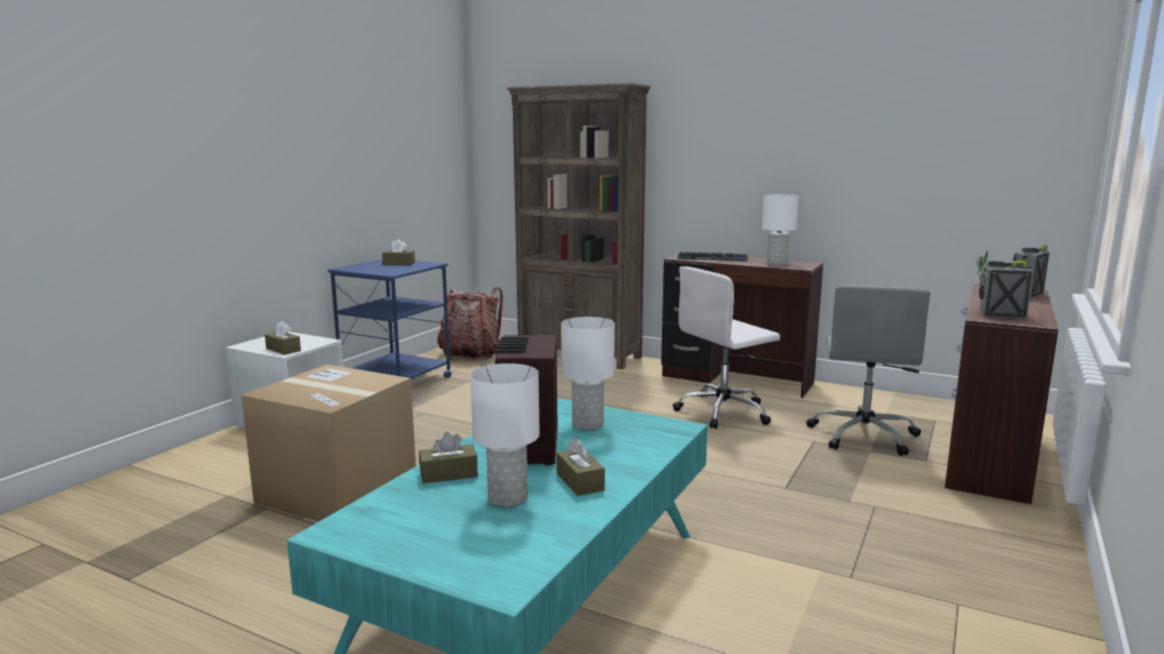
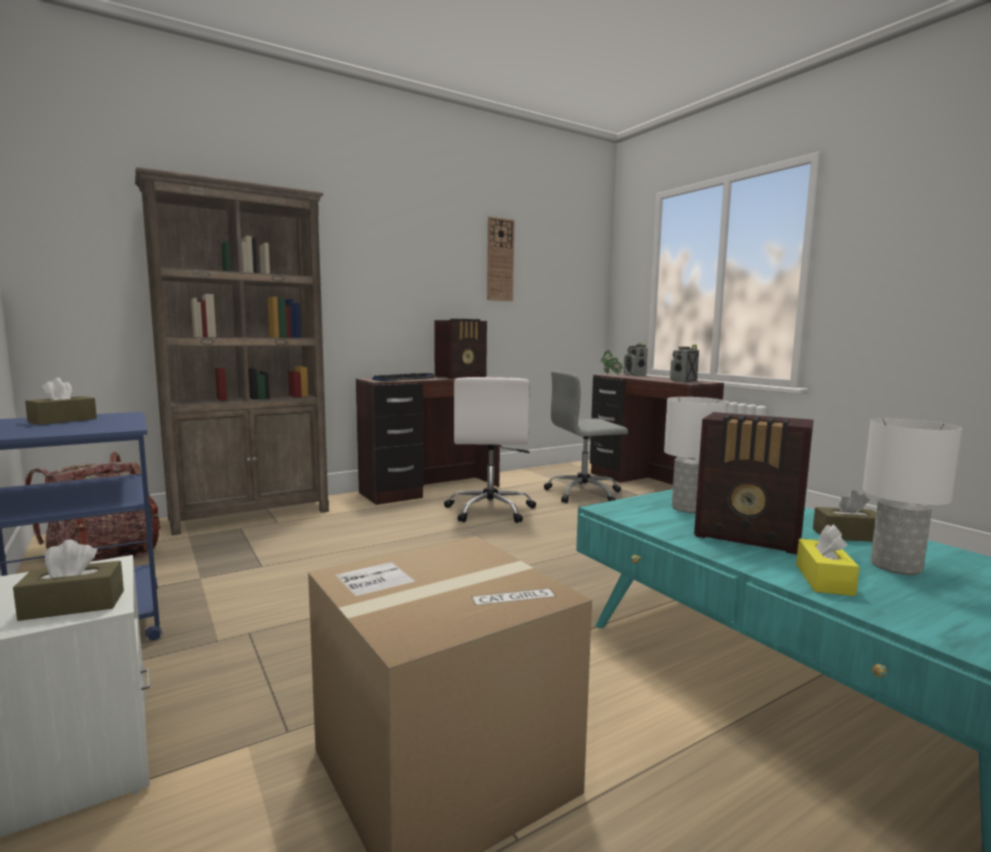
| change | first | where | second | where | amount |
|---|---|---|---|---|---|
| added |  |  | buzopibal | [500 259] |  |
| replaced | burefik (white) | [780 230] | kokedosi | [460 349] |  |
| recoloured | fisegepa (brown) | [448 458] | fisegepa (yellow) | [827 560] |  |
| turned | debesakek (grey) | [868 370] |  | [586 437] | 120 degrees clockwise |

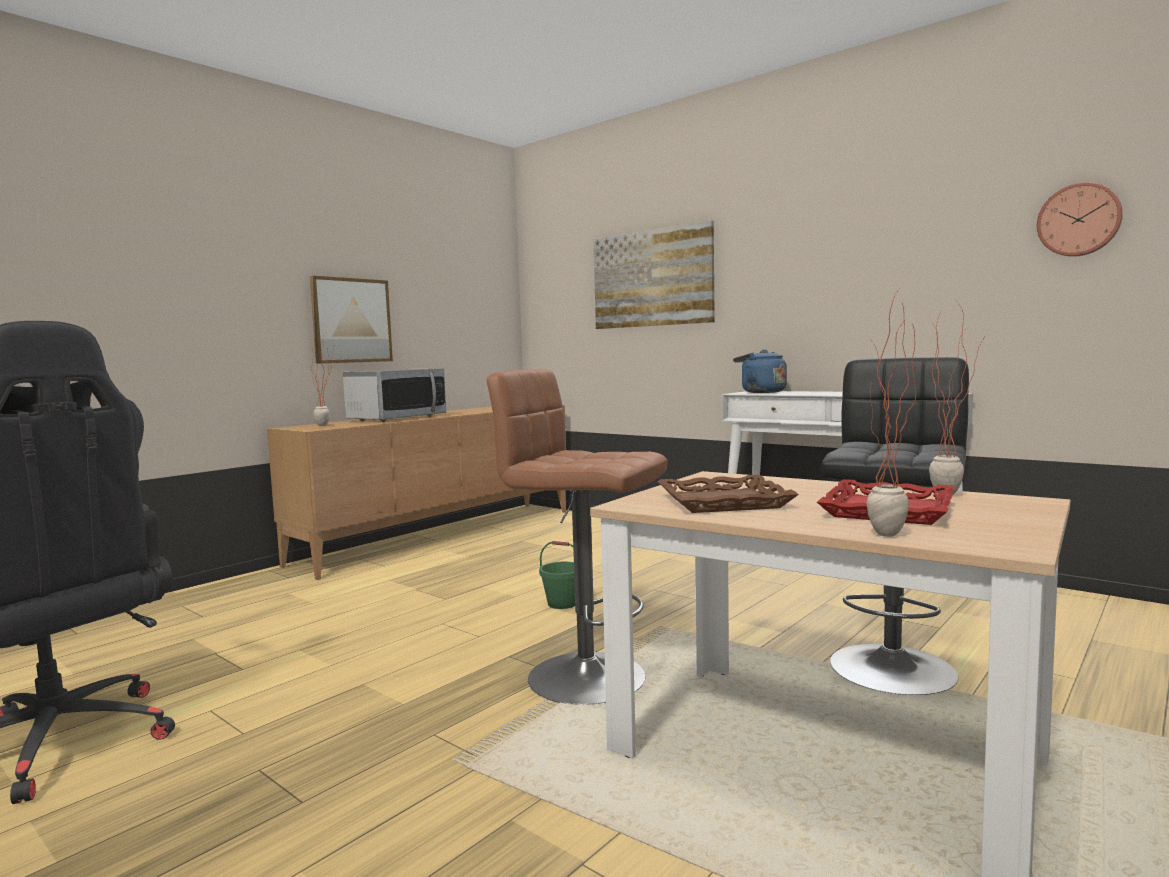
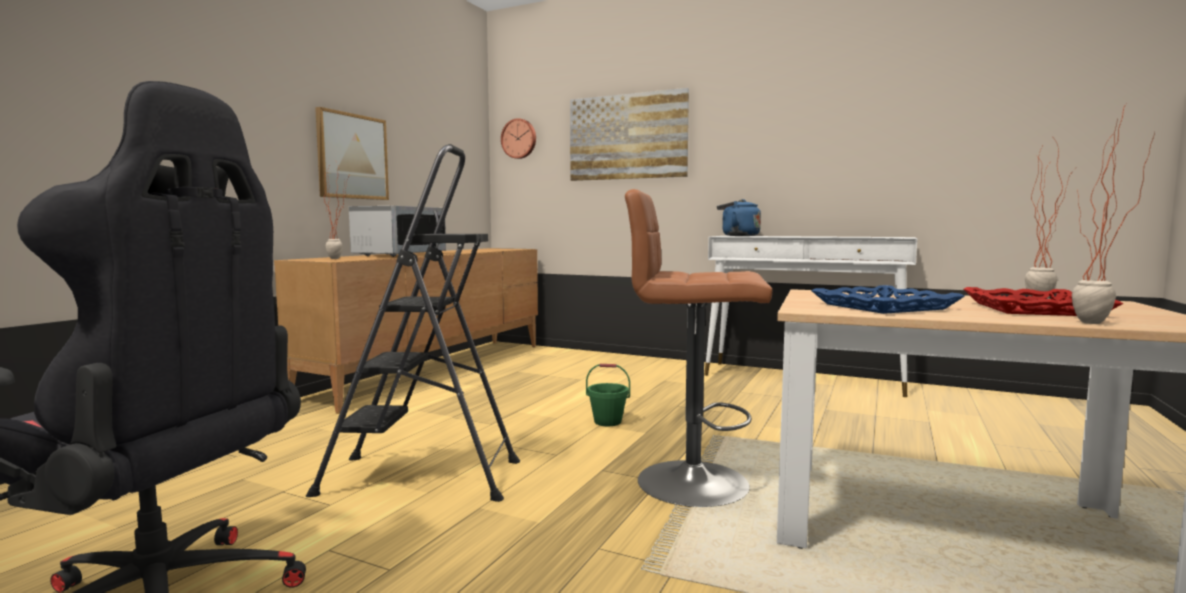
| change | first | where | second | where | amount |
|---|---|---|---|---|---|
| removed | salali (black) | [895 526] |  |  |  |
| added |  |  | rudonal | [413 323] |  |
| moved | buzopibal | [1080 219] |  | [518 138] |  |
| recoloured | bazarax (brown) | [728 494] | bazarax (blue) | [888 299] |  |

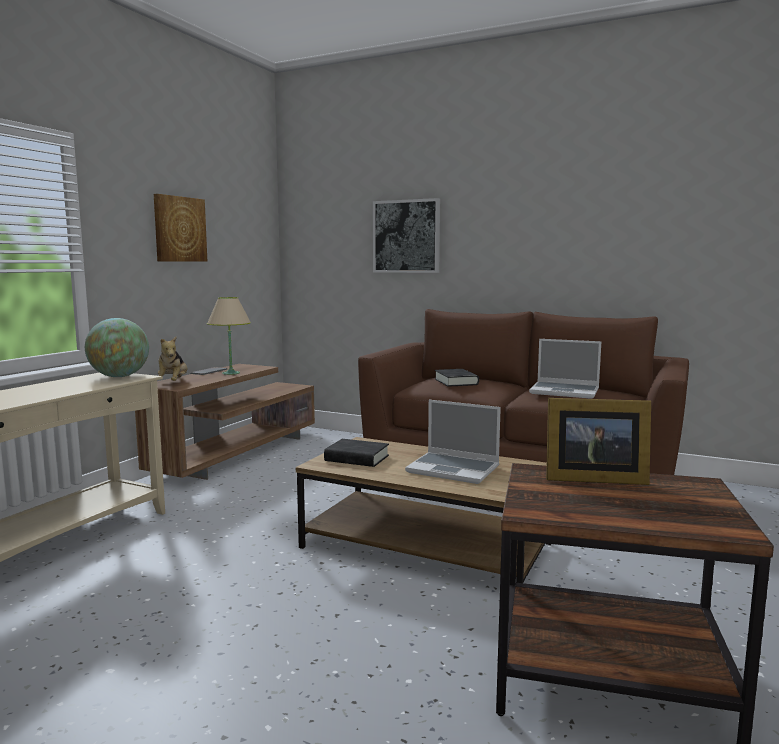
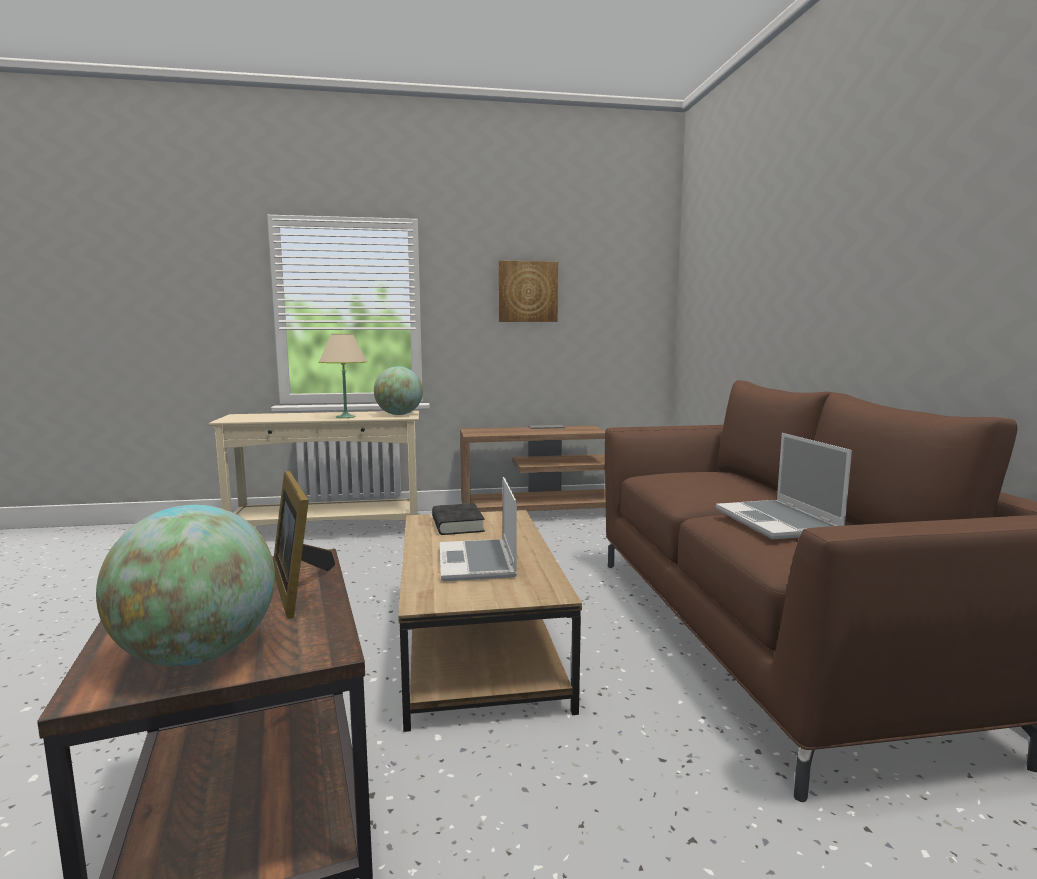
| change | first | where | second | where | amount |
|---|---|---|---|---|---|
| removed | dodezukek | [172 359] |  |  |  |
| removed | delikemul | [406 235] |  |  |  |
| removed | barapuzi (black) | [457 378] |  |  |  |
| added |  |  | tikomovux | [185 586] |  |
| moved | burefik (beige) | [229 336] |  | [343 376] |  |

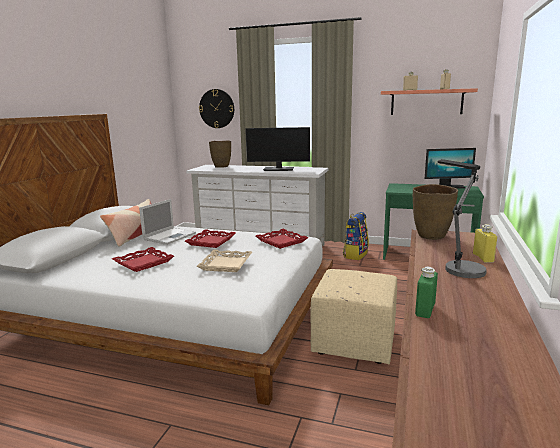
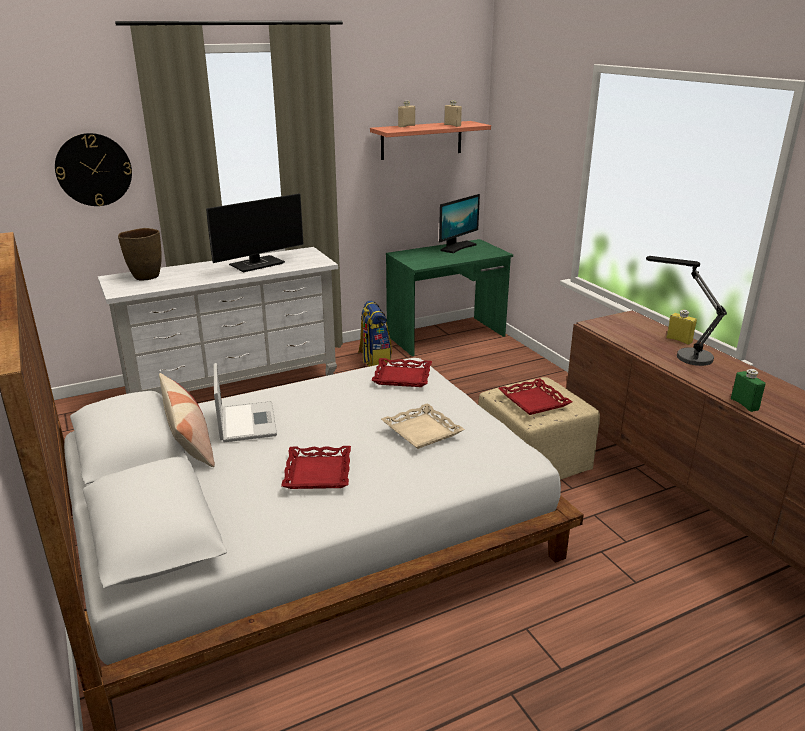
| change | first | where | second | where | amount |
|---|---|---|---|---|---|
| removed | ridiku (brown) | [435 212] |  |  |  |
| moved | bazarax (red) | [210 238] |  | [535 396] |  |

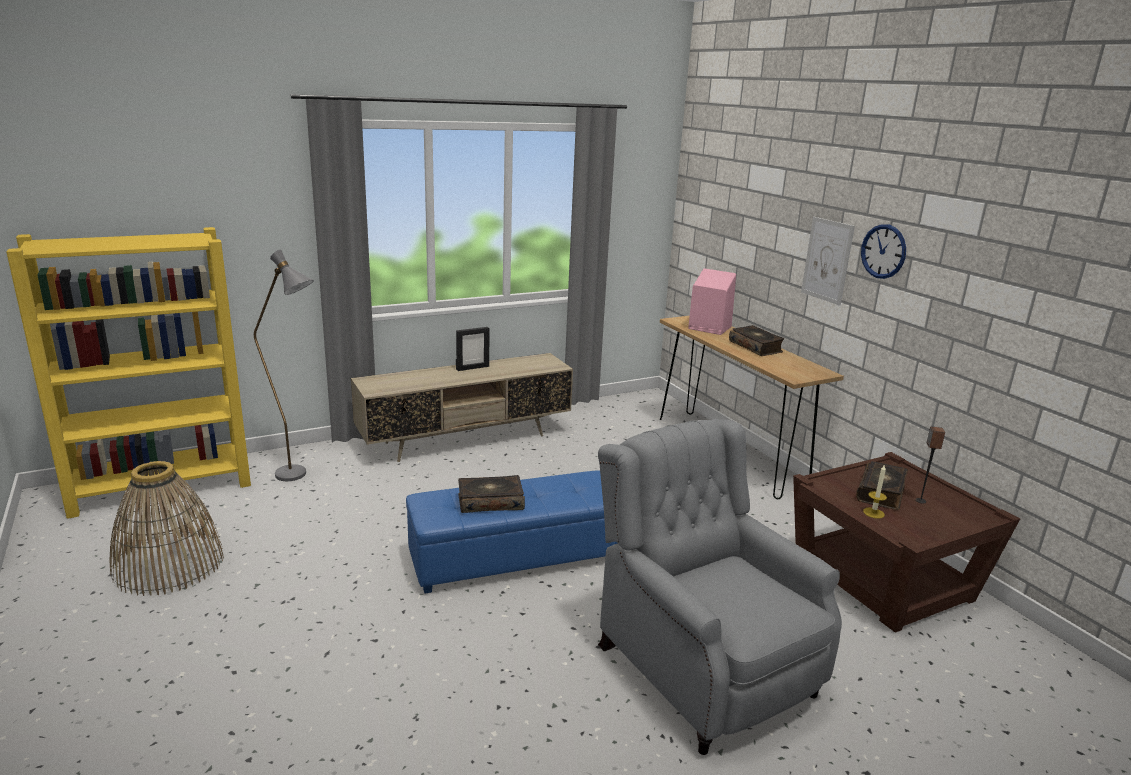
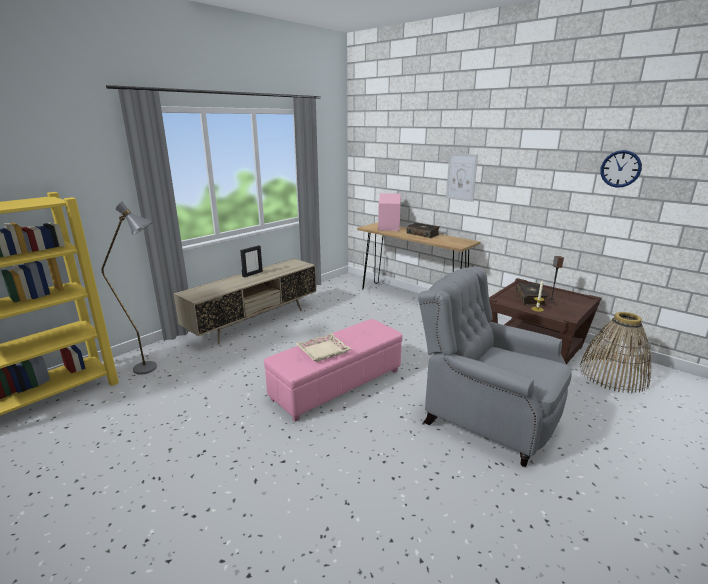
| change | first | where | second | where | amount |
|---|---|---|---|---|---|
| moved | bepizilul | [166 528] |  | [615 352] |  |
| moved | buzopibal | [883 251] |  | [621 169] |  |
| replaced | barapuzi | [491 494] | bazarax (beige) | [323 347] |  |
| recoloured | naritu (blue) | [511 531] | naritu (pink) | [333 370] |  |

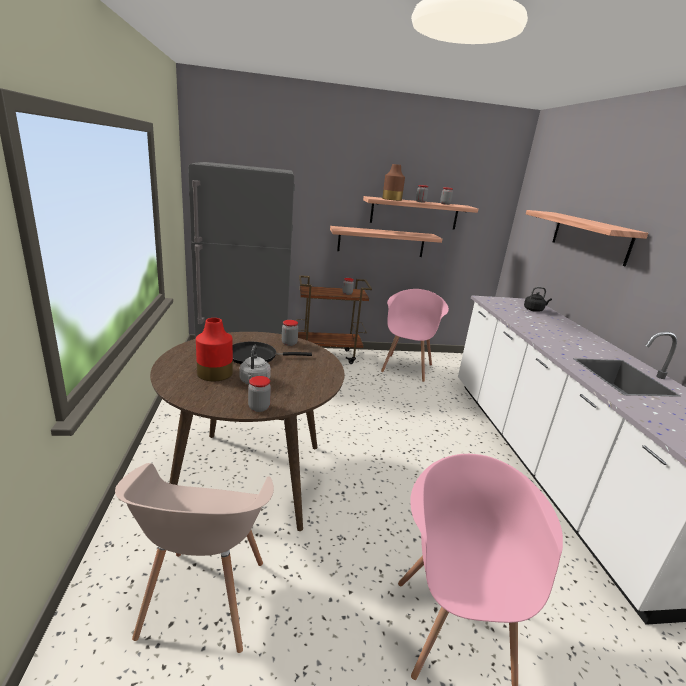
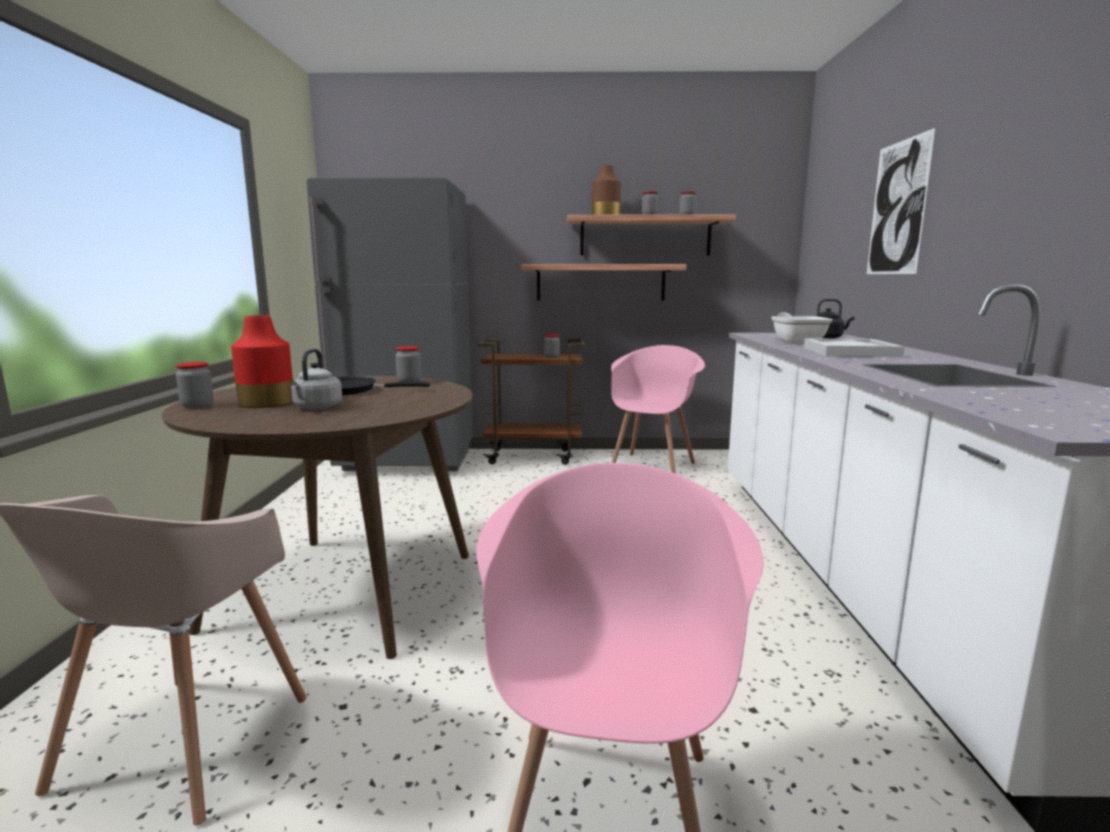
| change | first | where | second | where | amount |
|---|---|---|---|---|---|
| added |  |  | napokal | [802 328] |  |
| added |  |  | bazarax (white) | [854 347] |  |
| moved | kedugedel | [259 394] |  | [195 385] |  |
| replaced | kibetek | [587 238] | delikemul | [901 201] |  |

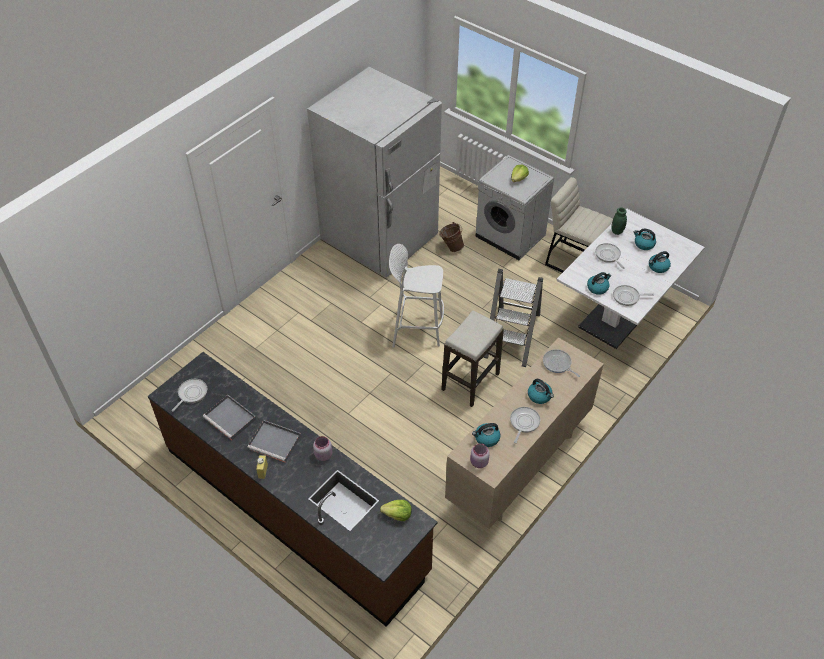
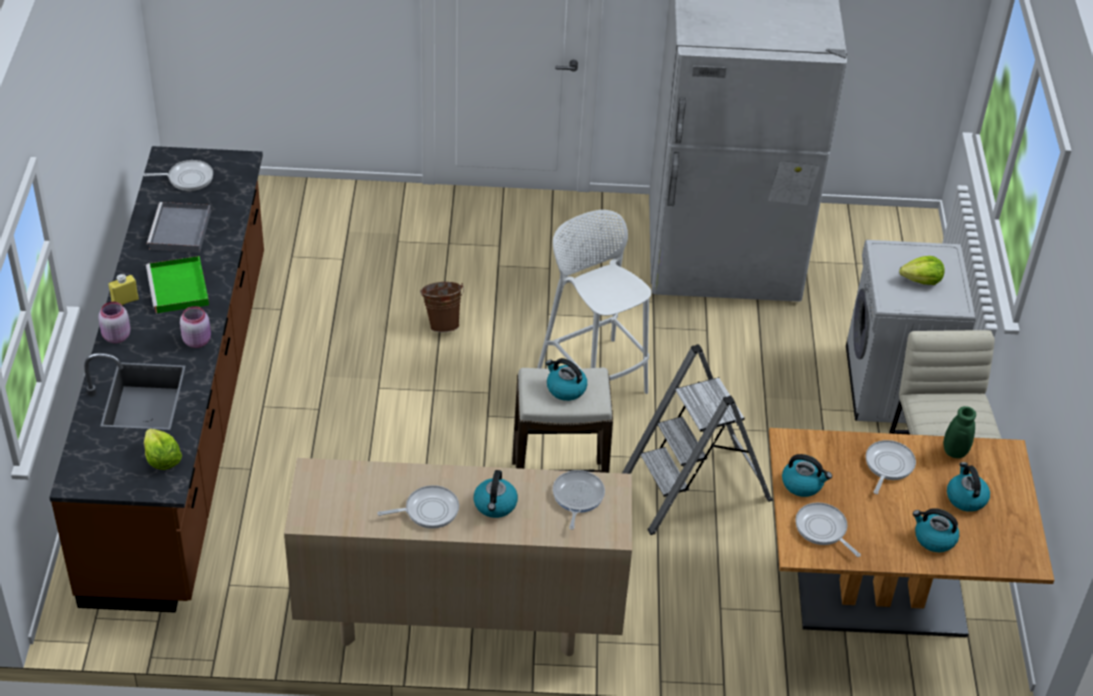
| change | first | where | second | where | amount |
|---|---|---|---|---|---|
| moved | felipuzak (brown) | [451 237] |  | [442 307] |  |
| moved | kedugedel (pink) | [480 455] |  | [114 322] |  |
| moved | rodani | [486 435] |  | [566 379] |  |
| recoloured | bazarax (grey) | [274 441] | bazarax (green) | [177 284] |  |
| recoloured | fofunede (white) | [630 278] | fofunede (brown) | [911 532] |  |

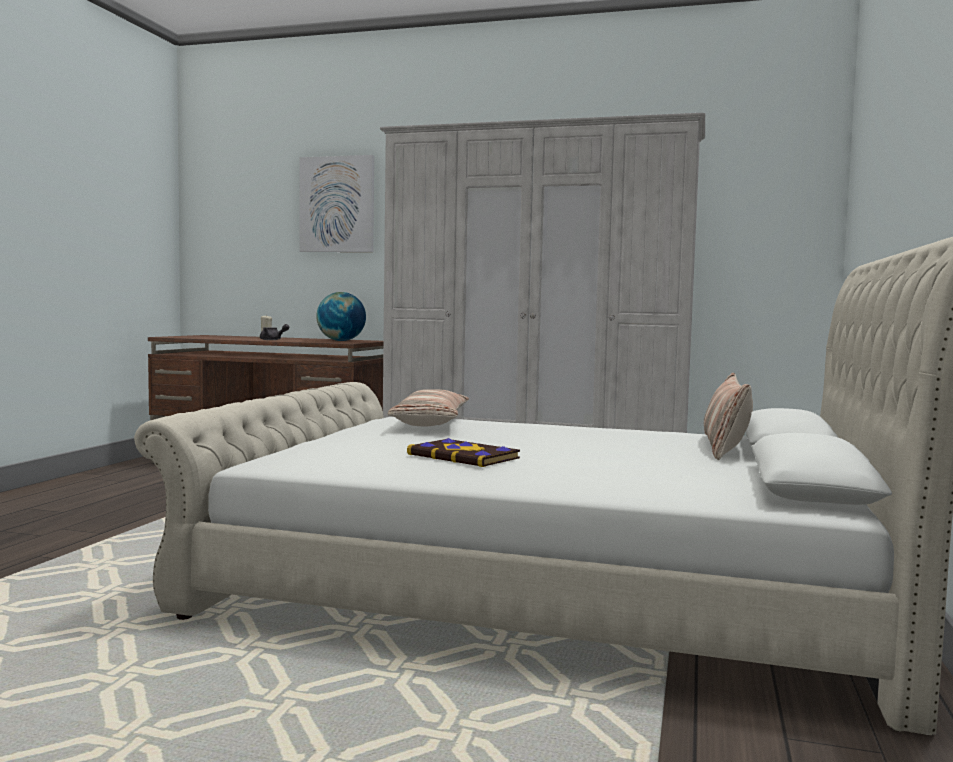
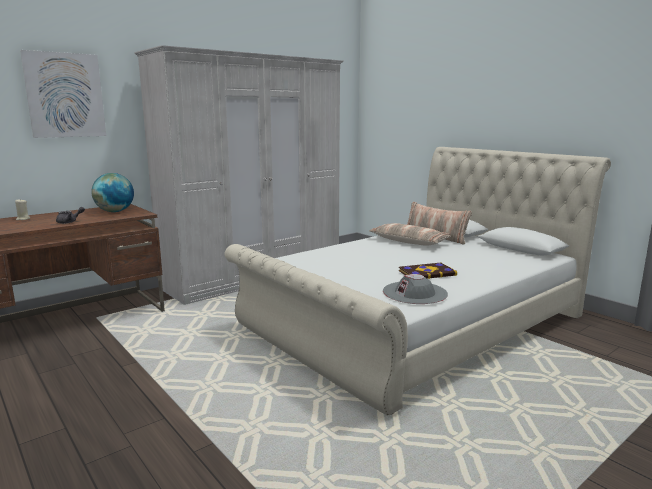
| change | first | where | second | where | amount |
|---|---|---|---|---|---|
| added |  |  | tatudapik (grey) | [415 289] |  |
| moved | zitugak | [428 407] |  | [410 234] |  |

